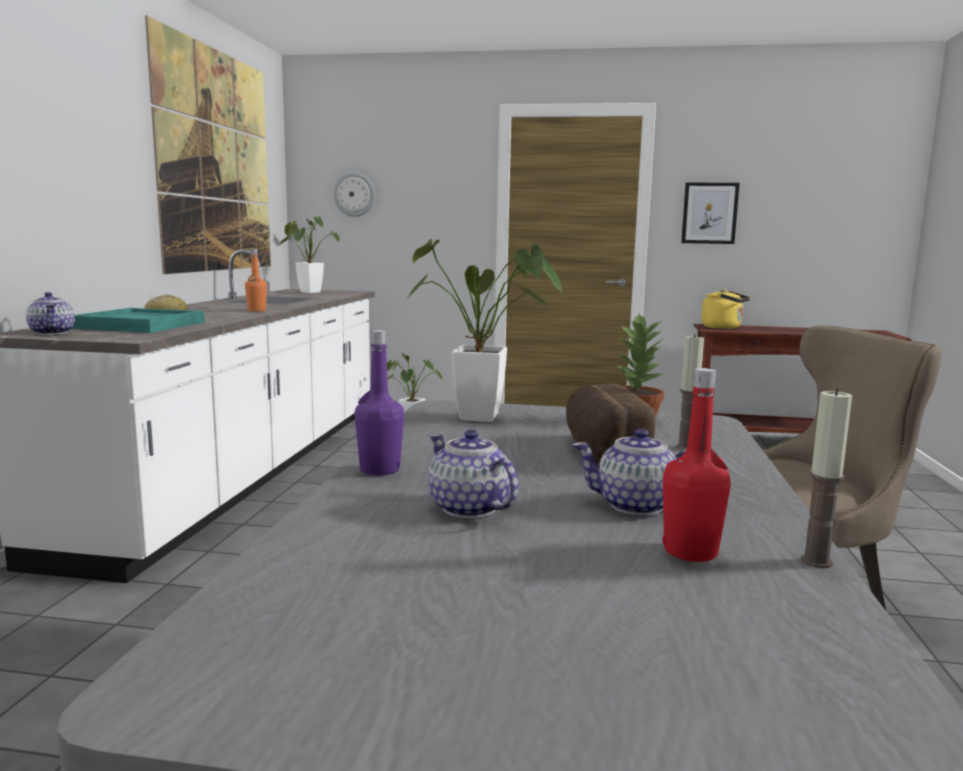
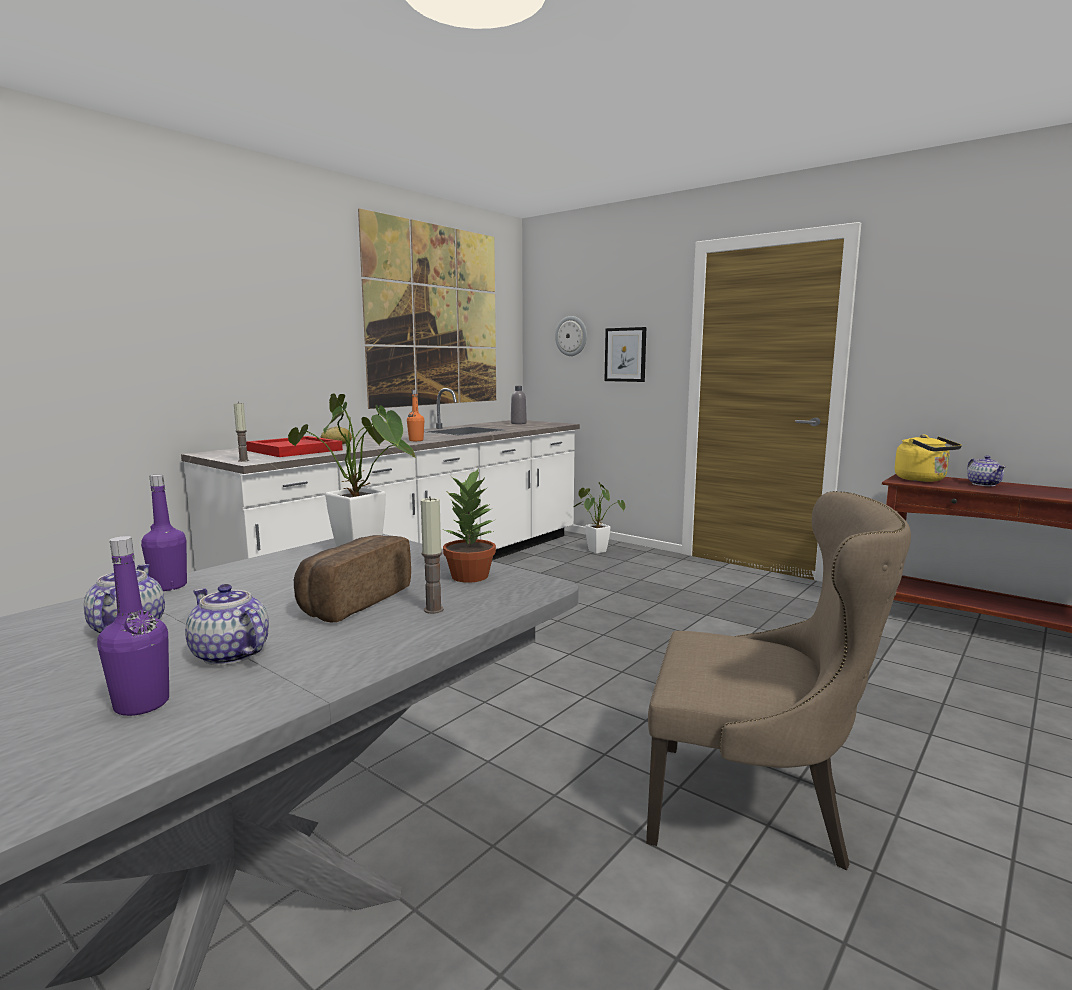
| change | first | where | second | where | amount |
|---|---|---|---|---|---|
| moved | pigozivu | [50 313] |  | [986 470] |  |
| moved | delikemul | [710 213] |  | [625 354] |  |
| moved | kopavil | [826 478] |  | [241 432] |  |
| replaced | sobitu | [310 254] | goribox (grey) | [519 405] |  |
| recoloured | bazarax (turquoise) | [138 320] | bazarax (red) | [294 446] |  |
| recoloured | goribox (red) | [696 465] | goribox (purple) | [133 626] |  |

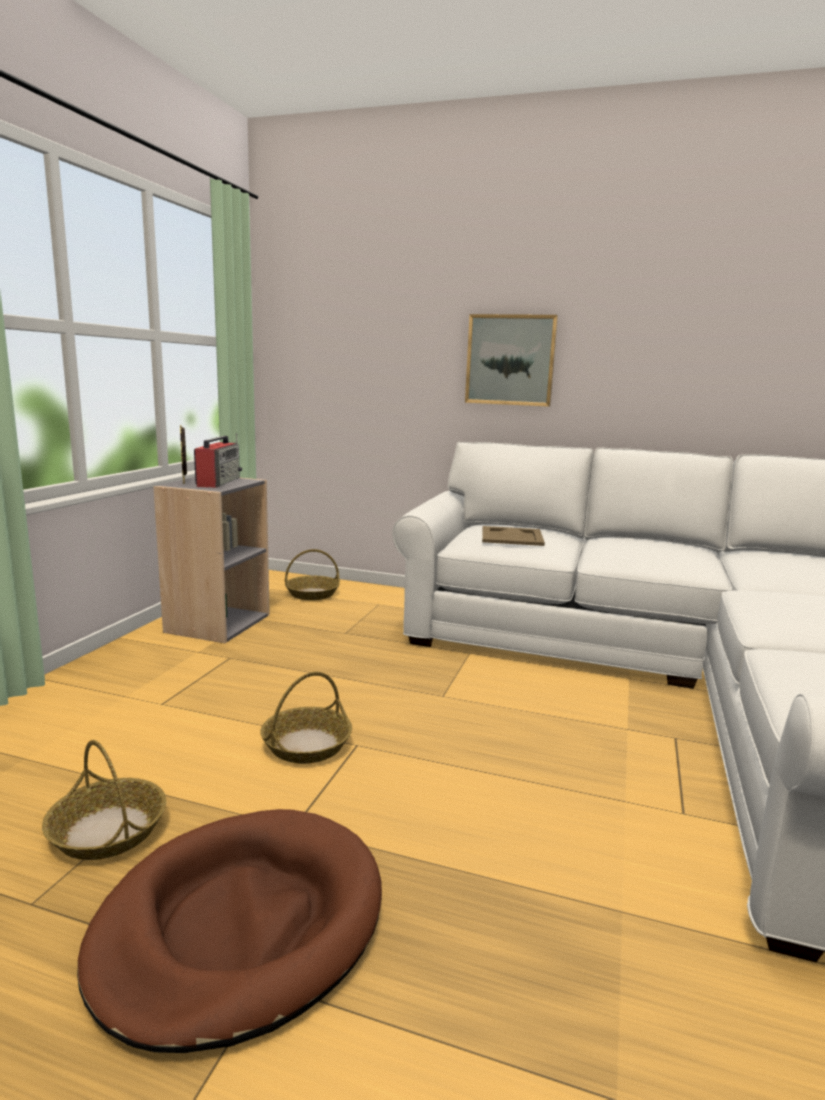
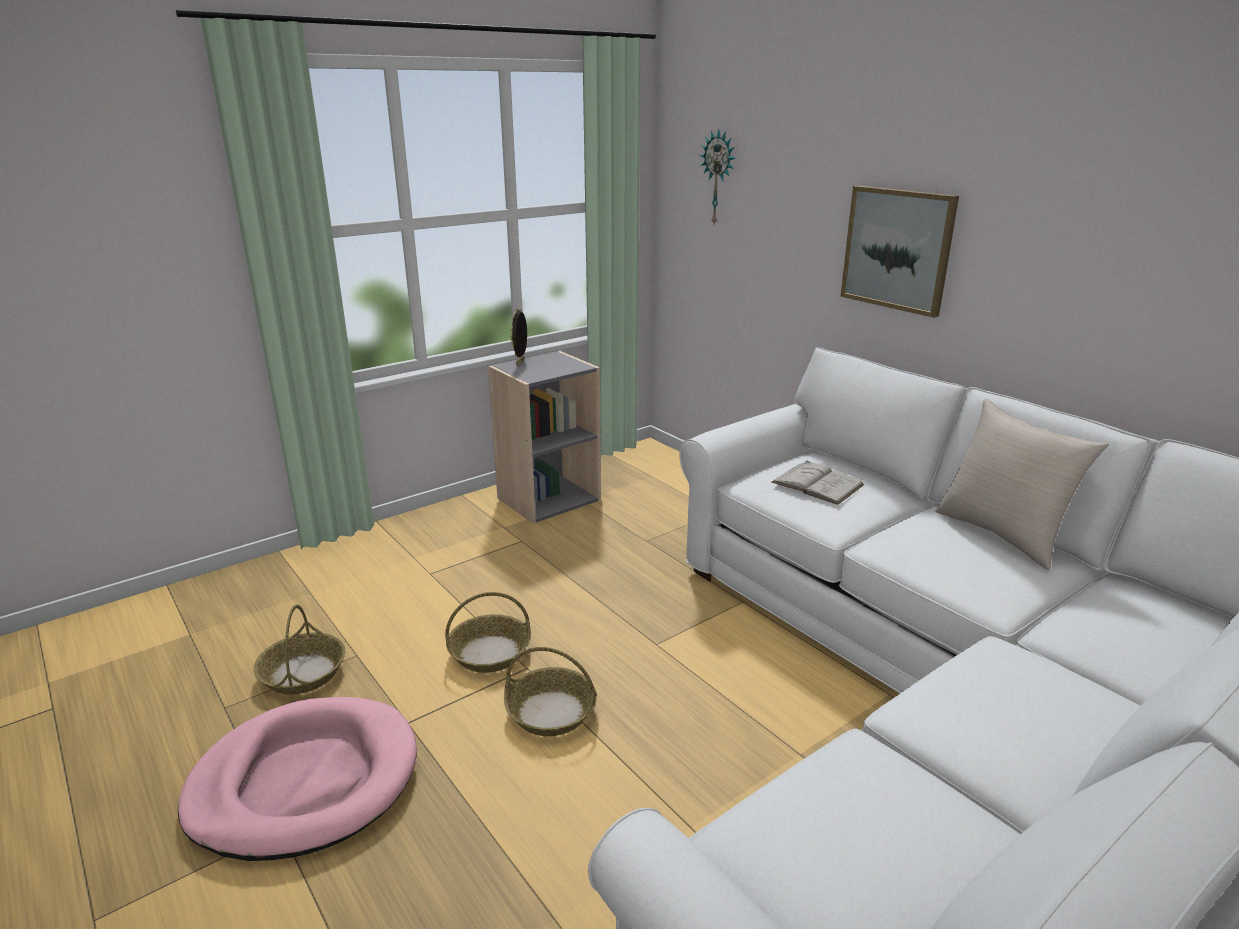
| change | first | where | second | where | amount |
|---|---|---|---|---|---|
| removed | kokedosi | [218 460] |  |  |  |
| added |  |  | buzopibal | [718 176] |  |
| added |  |  | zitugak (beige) | [1022 484] |  |
| moved | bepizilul | [312 574] |  | [550 691] |  |
| replaced | bazarax (beige) | [513 536] | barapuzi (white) | [817 482] |  |
| recoloured | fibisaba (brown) | [230 931] | fibisaba (pink) | [297 779] |  |

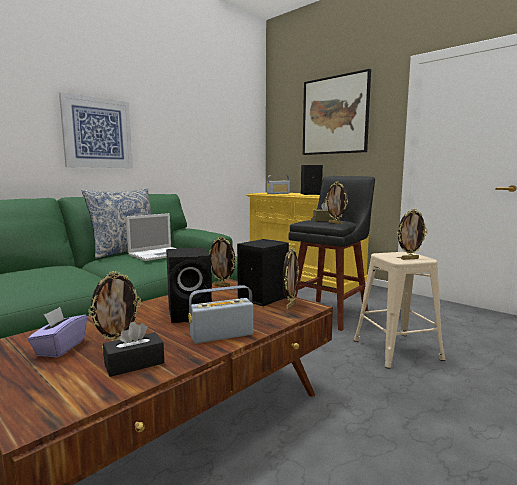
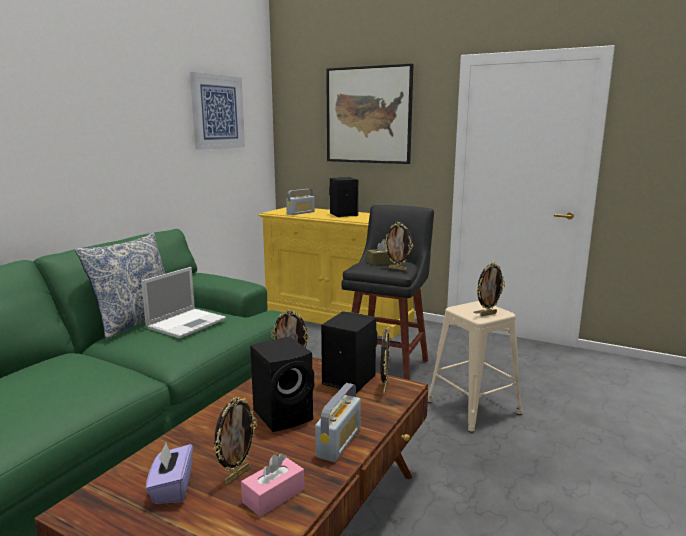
| change | first | where | second | where | amount |
|---|---|---|---|---|---|
| moved | delikemul | [96 130] |  | [217 111] |  |
| recoloured | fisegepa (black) | [133 349] | fisegepa (pink) | [272 485] |  |
| turned | kokedosi | [220 314] |  | [338 422] | 150 degrees clockwise |

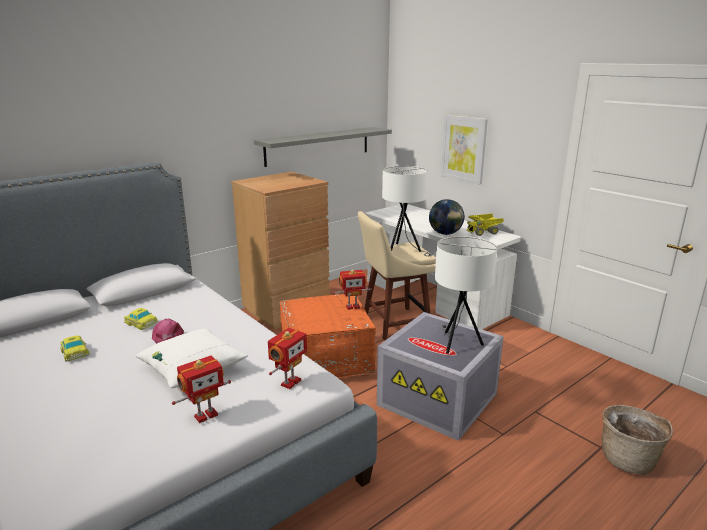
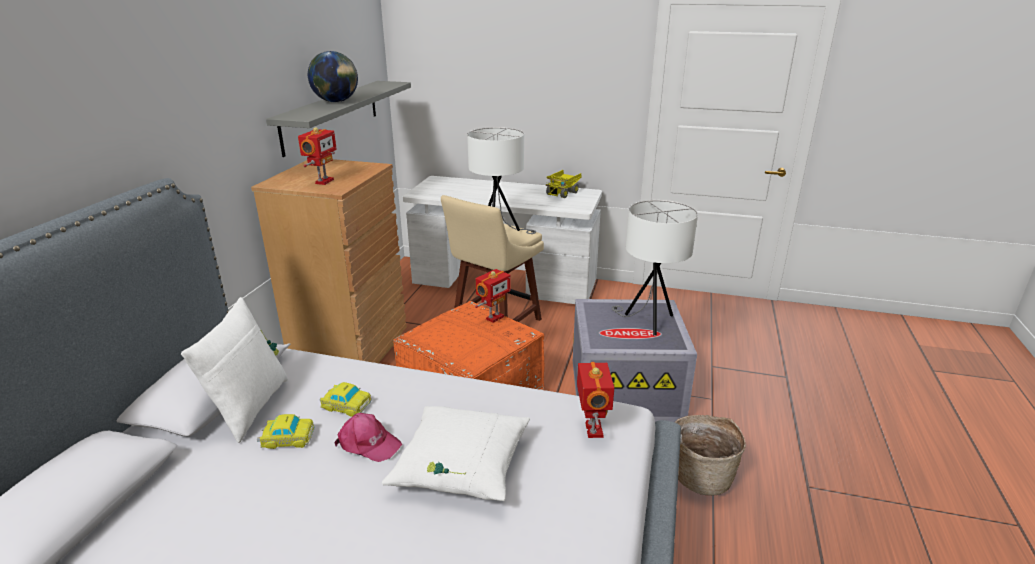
| change | first | where | second | where | amount |
|---|---|---|---|---|---|
| removed | delikemul | [464 150] |  |  |  |
| added |  |  | zitugak (white) | [234 370] |  |
| moved | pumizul | [74 348] |  | [345 399] |  |
| moved | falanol | [201 389] |  | [317 156] |  |
| moved | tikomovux | [446 217] |  | [333 76] |  |
| moved | bepizilul | [637 440] |  | [710 455] |  |

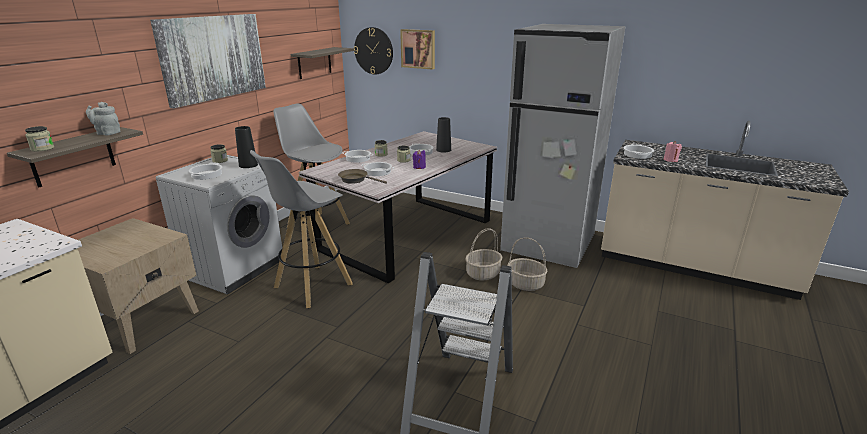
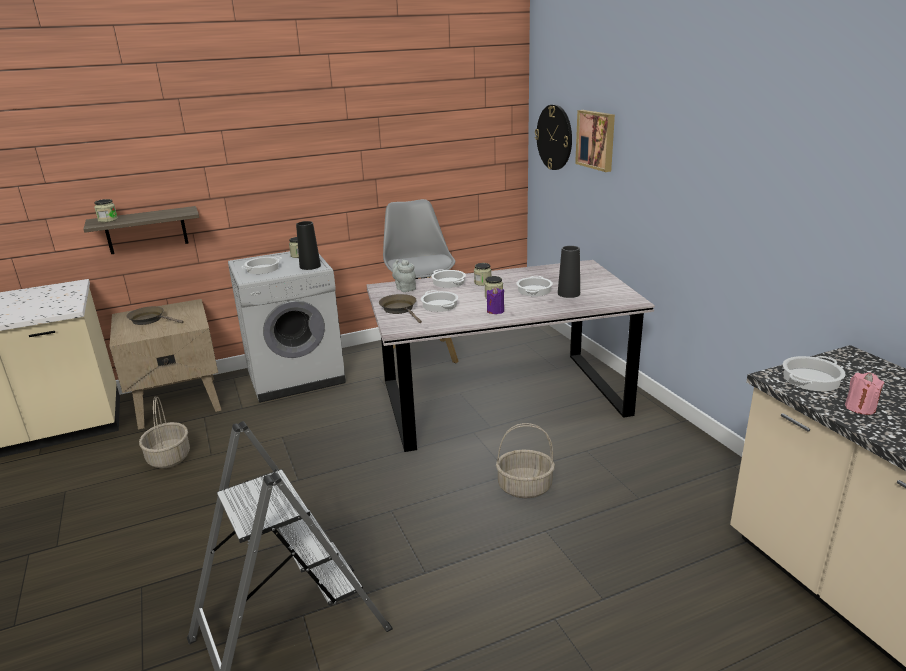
| change | first | where | second | where | amount |
|---|---|---|---|---|---|
| removed | delikemul | [208 61] |  |  |  |
| removed | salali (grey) | [301 229] |  |  |  |
| removed | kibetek | [322 63] |  |  |  |
| removed | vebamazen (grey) | [563 146] |  |  |  |
| added |  |  | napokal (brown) | [155 315] |  |
| moved | pigozivu (grey) | [103 118] |  | [404 275] |  |
| moved | bepizilul | [527 264] |  | [164 432] |  |

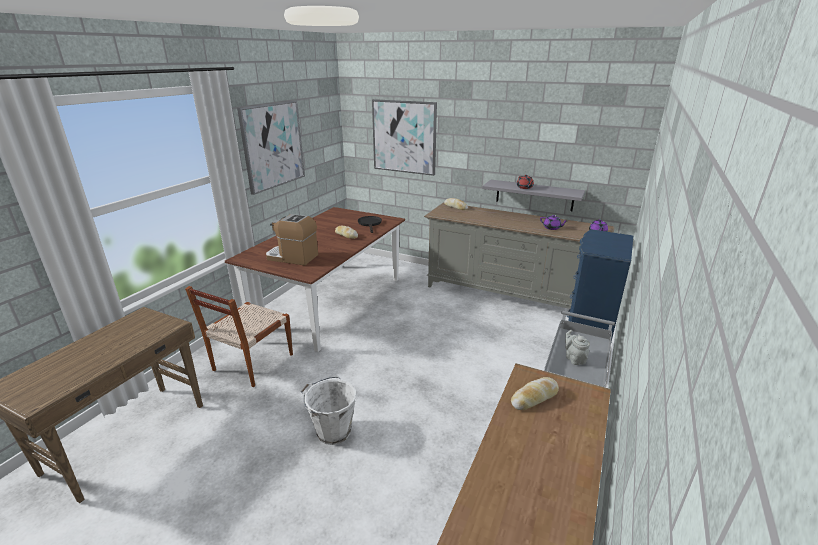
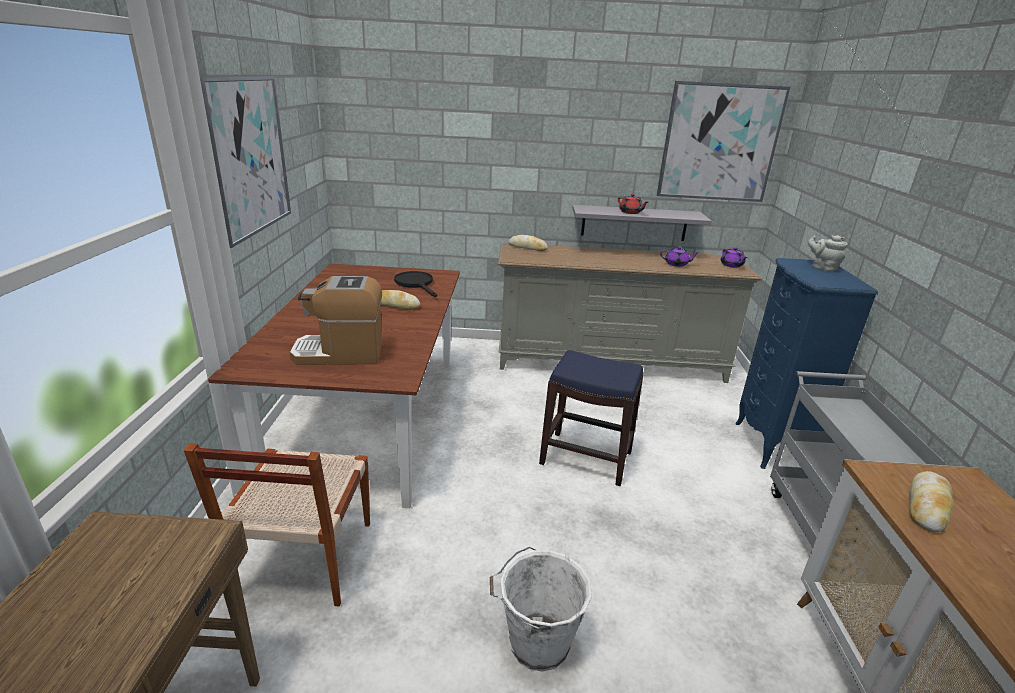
| change | first | where | second | where | amount |
|---|---|---|---|---|---|
| added |  |  | salali | [591 418] |  |
| moved | delikemul | [404 137] |  | [723 141] |  |
| moved | pigozivu (grey) | [577 347] |  | [828 253] |  |

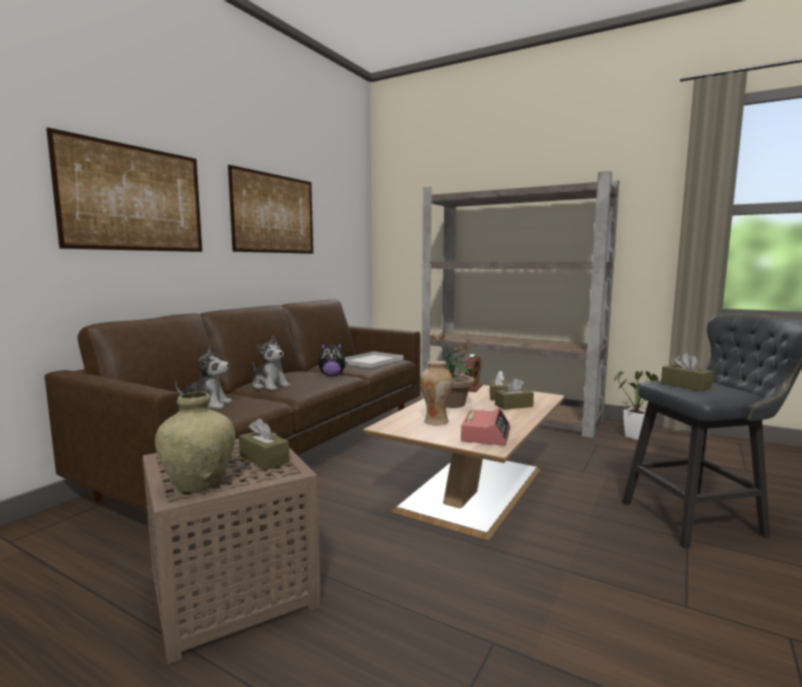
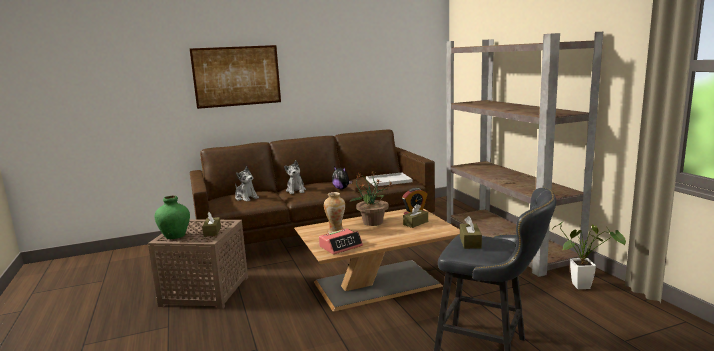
| change | first | where | second | where | amount |
|---|---|---|---|---|---|
| removed | delikemul | [270 209] |  |  |  |
| removed | fisegepa (brown) | [514 394] |  |  |  |
| recoloured | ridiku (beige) | [195 442] | ridiku (green) | [172 217] |  |

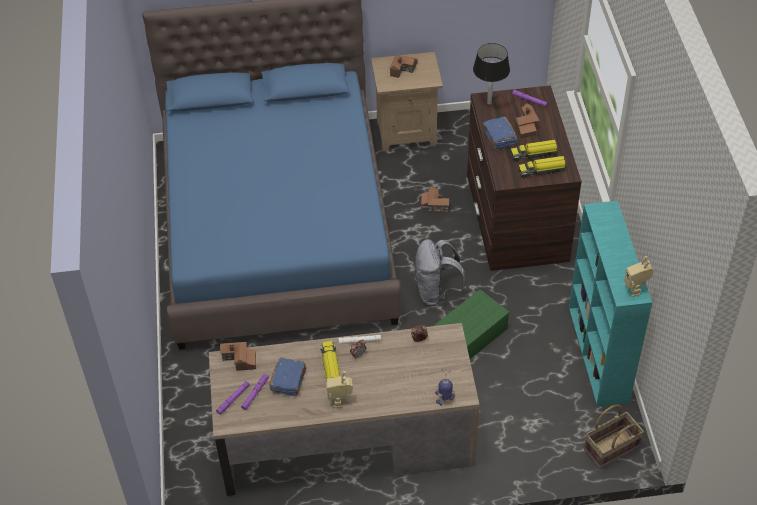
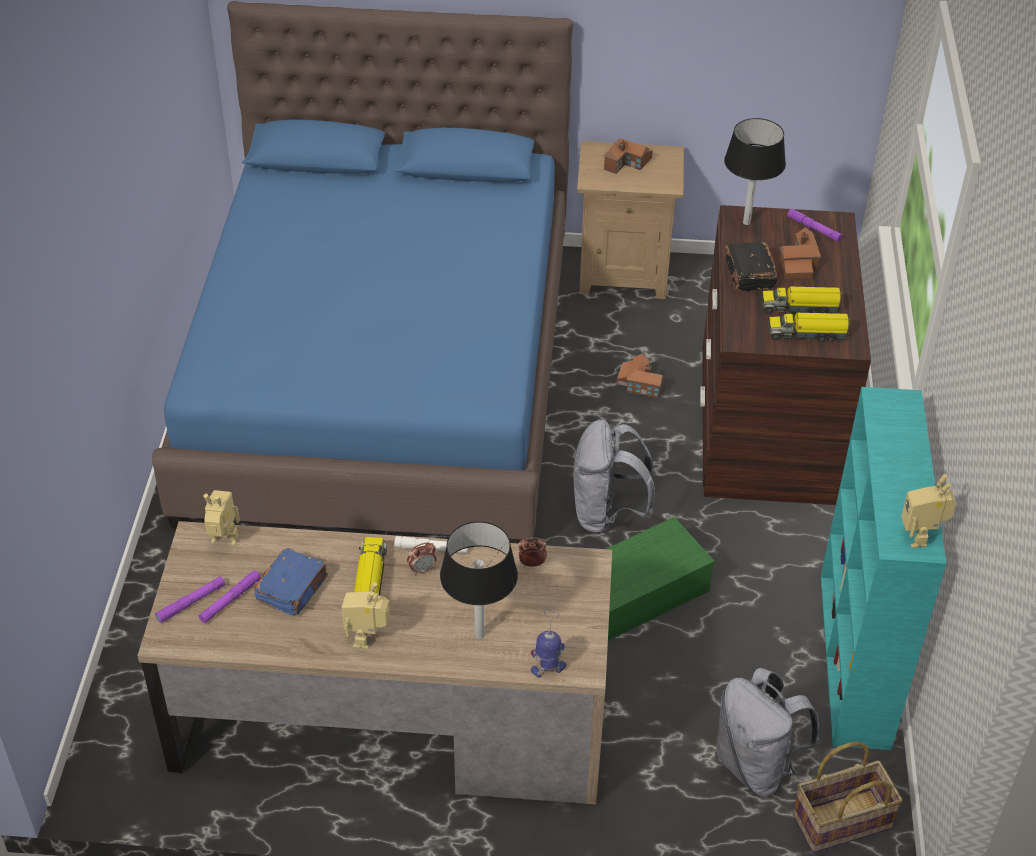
| change | first | where | second | where | amount |
|---|---|---|---|---|---|
| added |  |  | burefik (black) | [479 580] |  |
| added |  |  | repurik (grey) | [767 732] |  |
| replaced | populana | [238 356] | falanol | [221 518] |  |
| recoloured | barapuzi (blue) | [500 133] | barapuzi (black) | [751 267] |  |

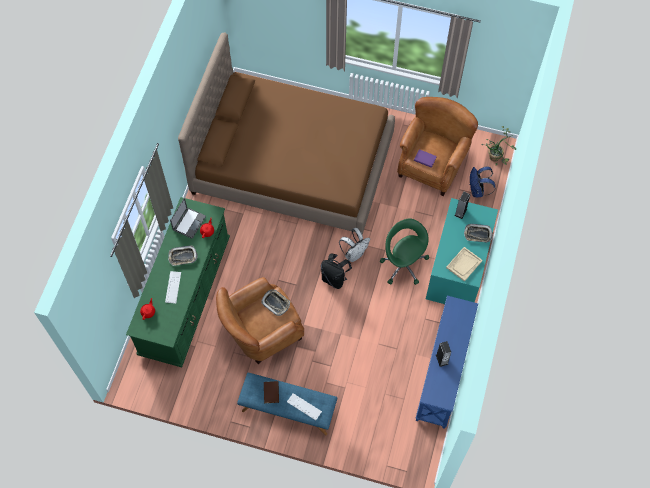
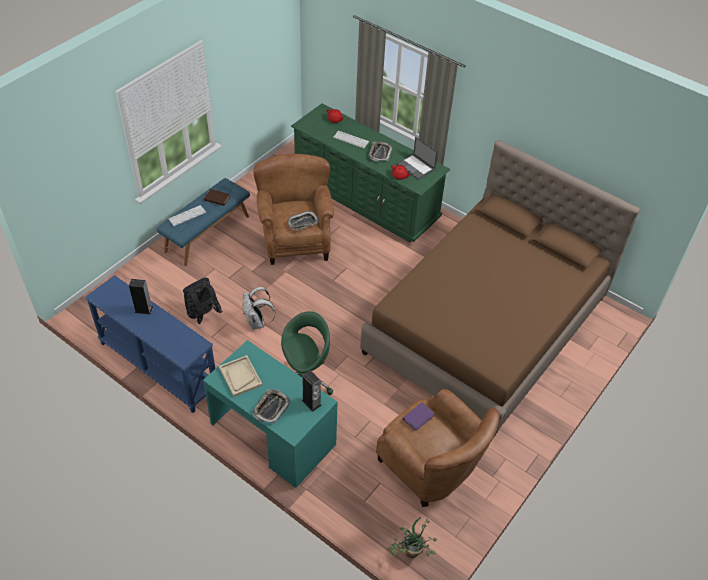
| change | first | where | second | where | amount |
|---|---|---|---|---|---|
| removed | repurik (blue) | [483 181] |  |  |  |
| moved | repurik (black) | [336 271] |  | [202 301] |  |
| moved | repurik (white) | [354 245] |  | [259 308] |  |

